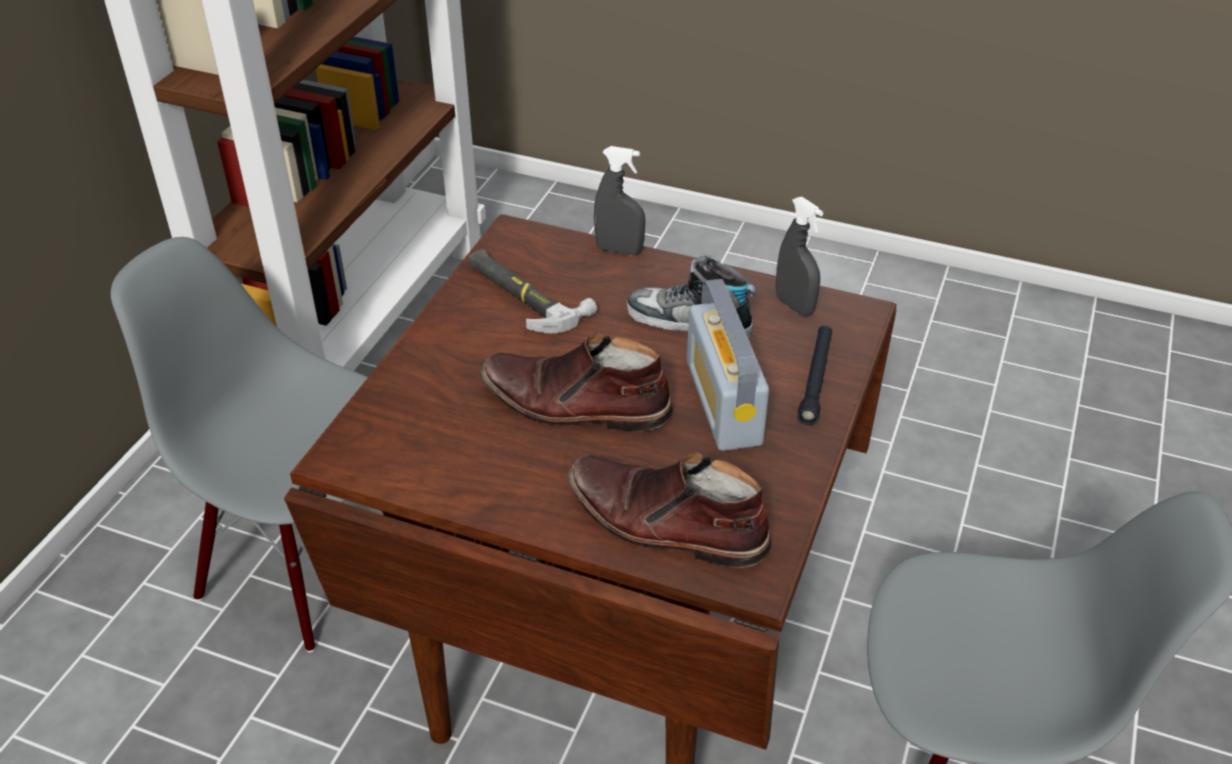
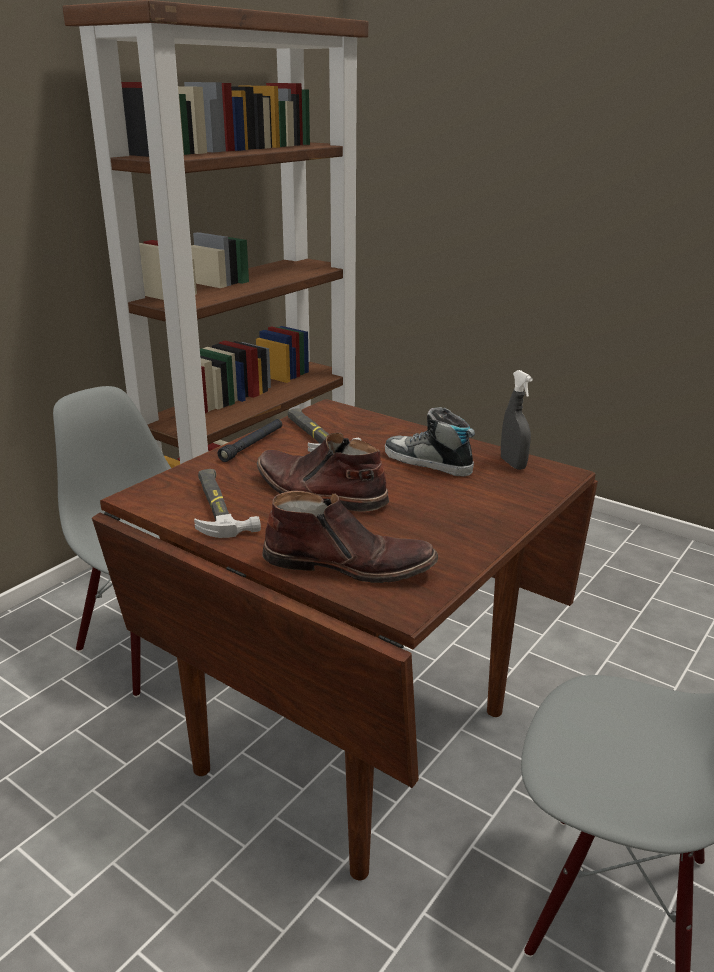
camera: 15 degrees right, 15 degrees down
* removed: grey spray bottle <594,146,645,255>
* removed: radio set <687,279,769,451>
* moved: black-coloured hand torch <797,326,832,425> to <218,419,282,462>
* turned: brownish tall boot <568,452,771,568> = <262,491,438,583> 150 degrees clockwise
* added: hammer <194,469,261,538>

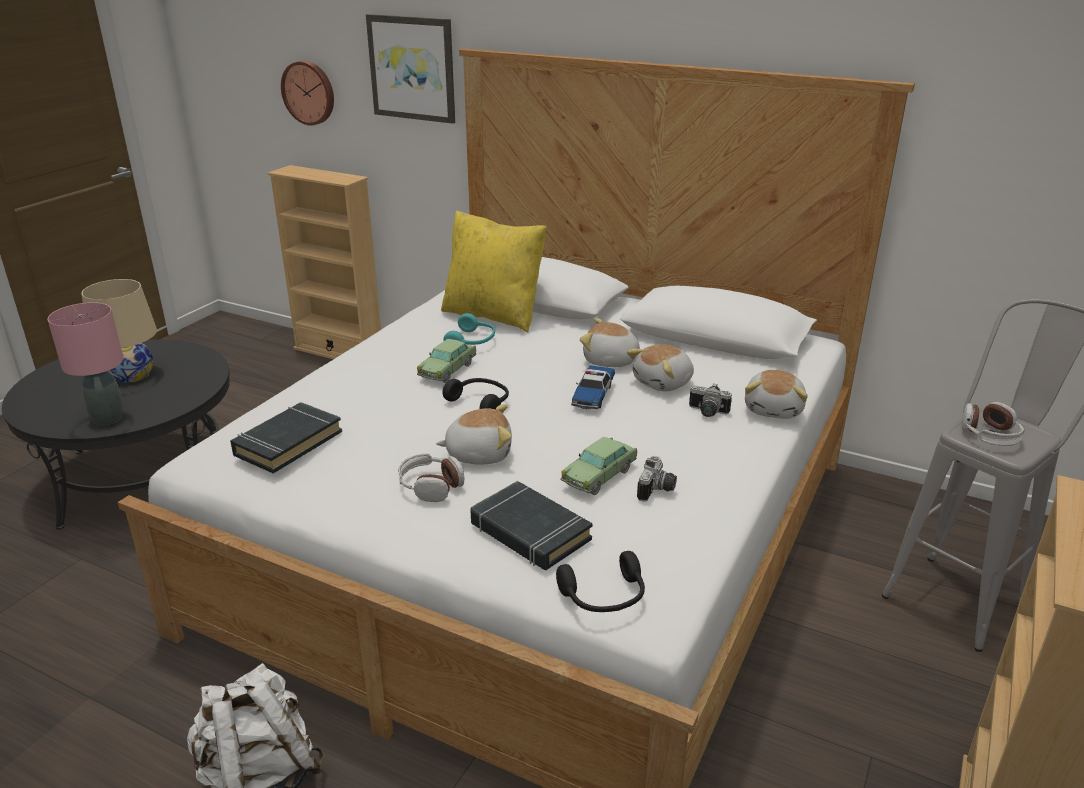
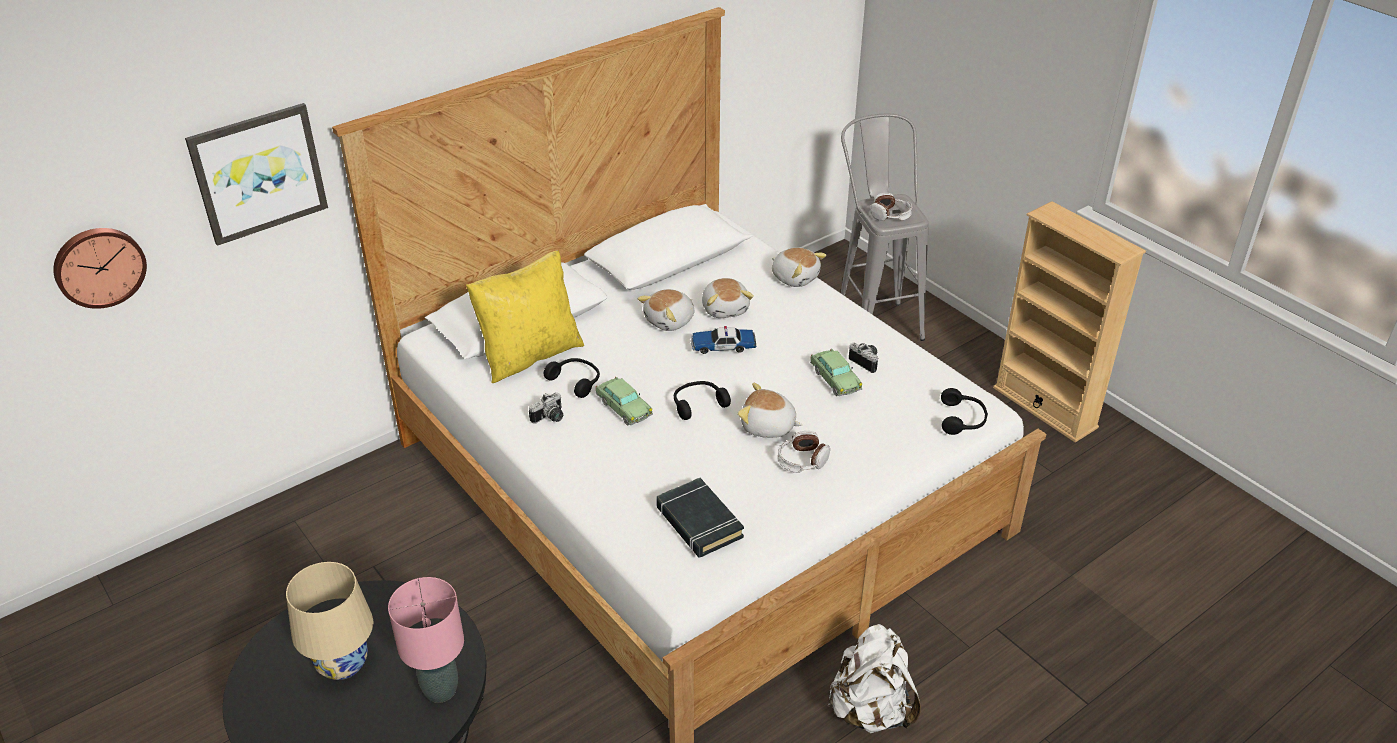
camera: 65 degrees left, 10 degrees up
* removed: sand-coloured shelving unit <268,165,381,359>
* recoloured: turquoise-coloured pair of headphones <443,313,495,345> to black-coloured pair of headphones <544,358,600,398>
* turned: miniature car <571,366,615,409> = <691,326,756,354> 135 degrees clockwise
* moved: photo camera <689,384,732,417> to <529,392,563,424>
* turned: plush toy <436,404,512,465> = <738,383,802,438> 90 degrees counterclockwise
* removed: black-coloured volume <470,481,593,570>

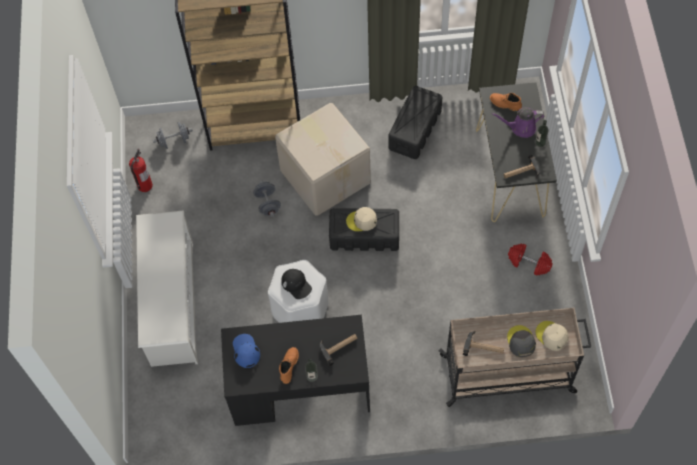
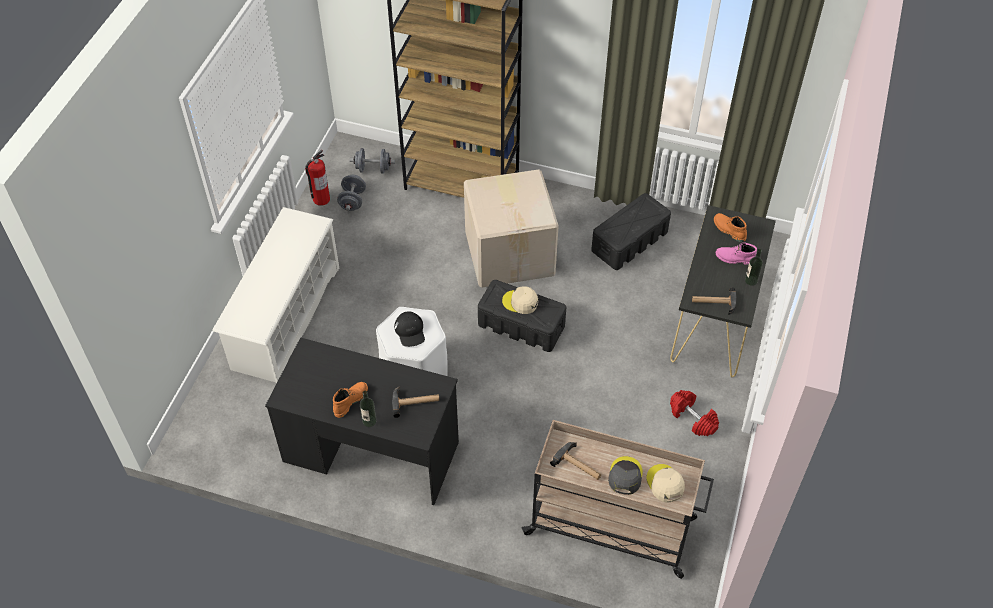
camera: 20 degrees right, 10 degrees down
* replaced: purple-coloured watering pot <492,107,544,138> to pink-coloured tall boot <716,242,757,265>
* moved: grey dumbbell <253,181,281,217> to <337,175,366,211>
* removed: bluish cap <233,334,260,368>

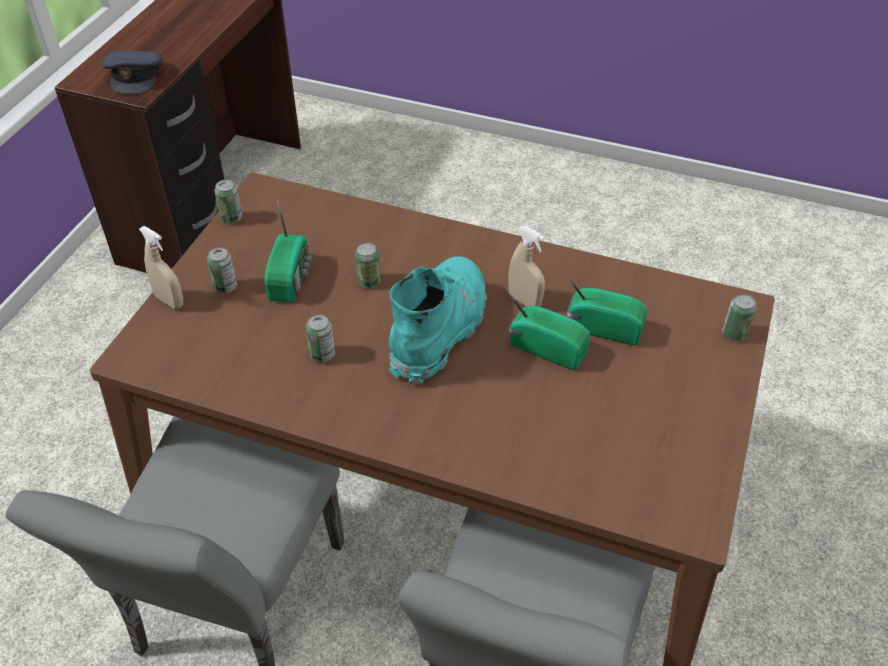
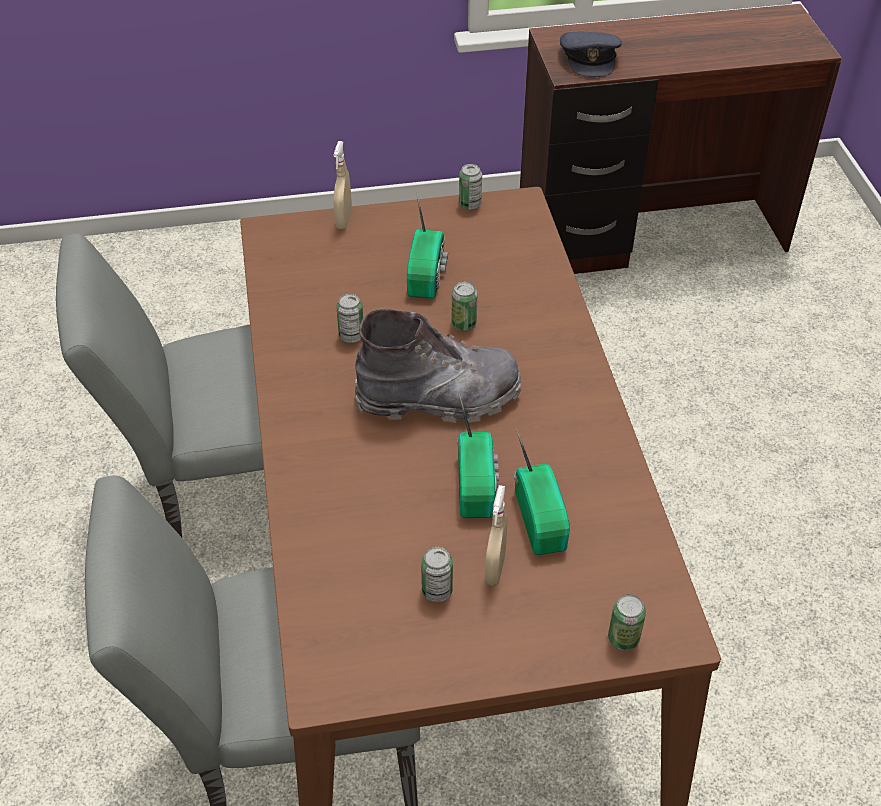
camera: 60 degrees right, 0 degrees up
* turned: grey cap <102,50,162,94> = <560,32,622,77> 60 degrees counterclockwise
* turned: radio set <264,200,312,303> = <407,192,448,299> 60 degrees counterclockwise
* moved: sand-coloured spray bottle <508,226,545,307> to <485,485,507,586>
* moved: metal can <207,247,237,293> to <421,547,453,602>
* recoloured: turquoise-coloured tall boot <389,256,487,384> to grey tall boot <354,309,521,423>

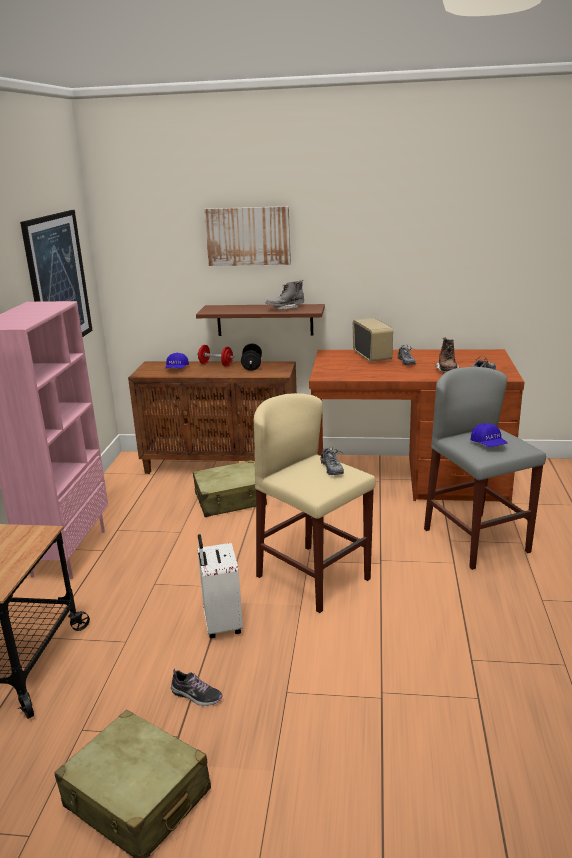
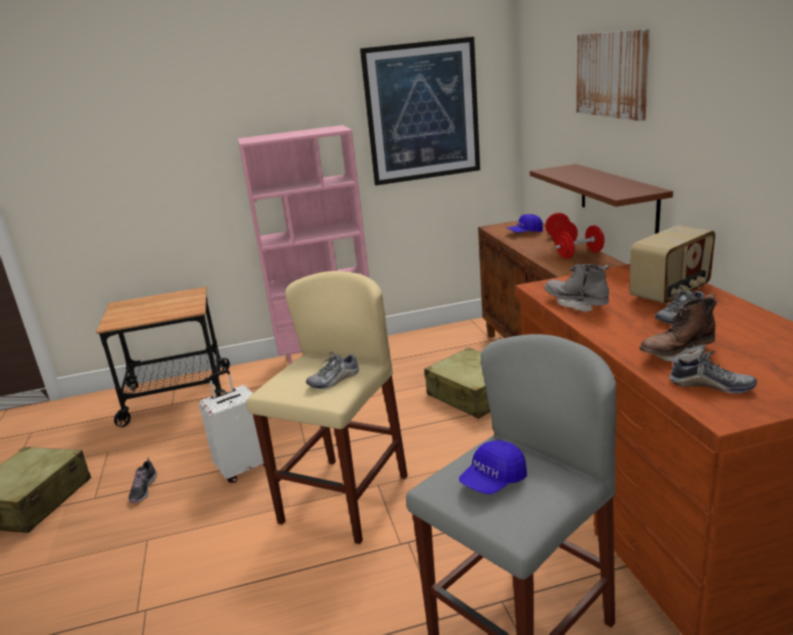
camera: 70 degrees right, 0 degrees up
* moved: grey tall boot <266,280,304,310> to <544,264,609,312>
* recoloured: black-coloured dumbbell <241,343,262,371> to red dumbbell <555,225,605,259>

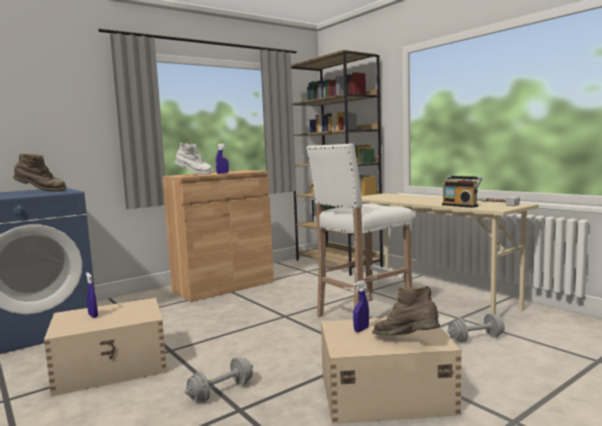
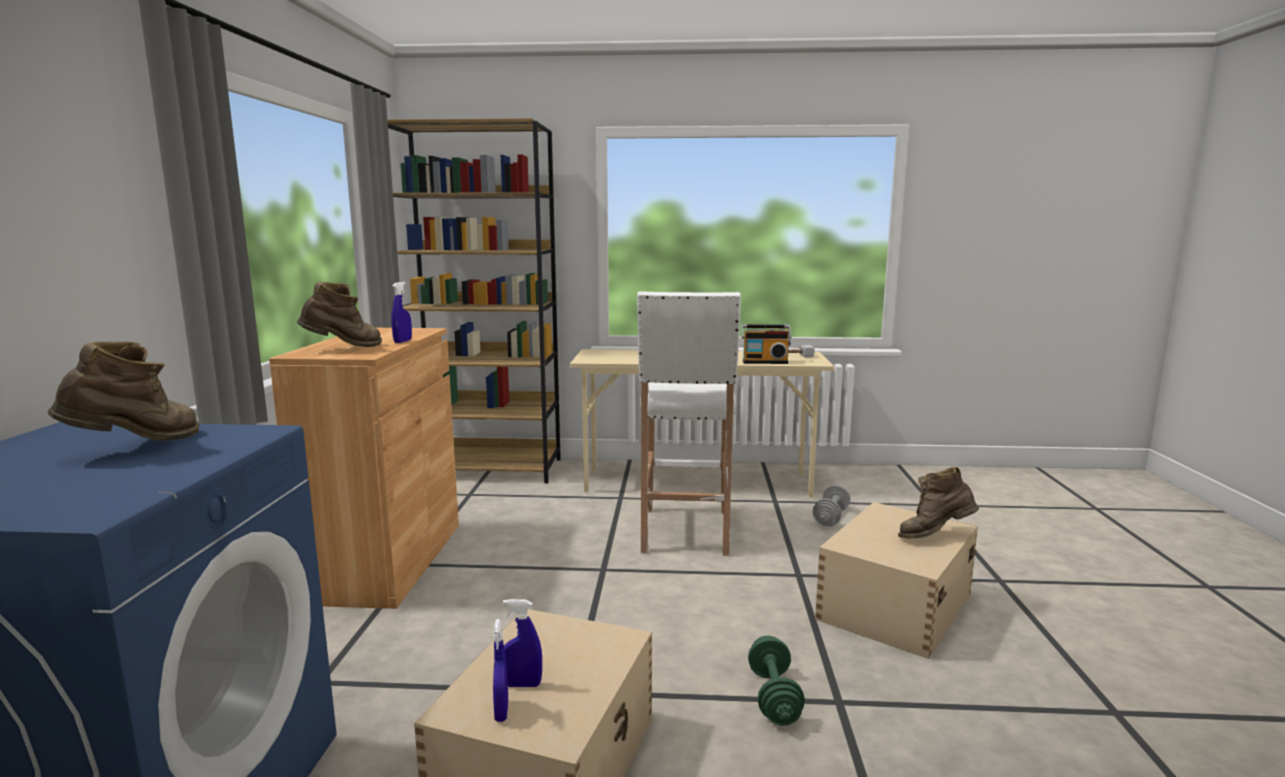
camera: 50 degrees left, 5 degrees up
* recoloured: whitish tall boot <175,143,213,174> to brownish tall boot <297,282,382,347>
* moved: bluish spray bottle <353,280,369,332> to <493,619,508,722>
* recoloured: grey dumbbell <185,357,253,402> to green-coloured dumbbell <748,636,805,726>

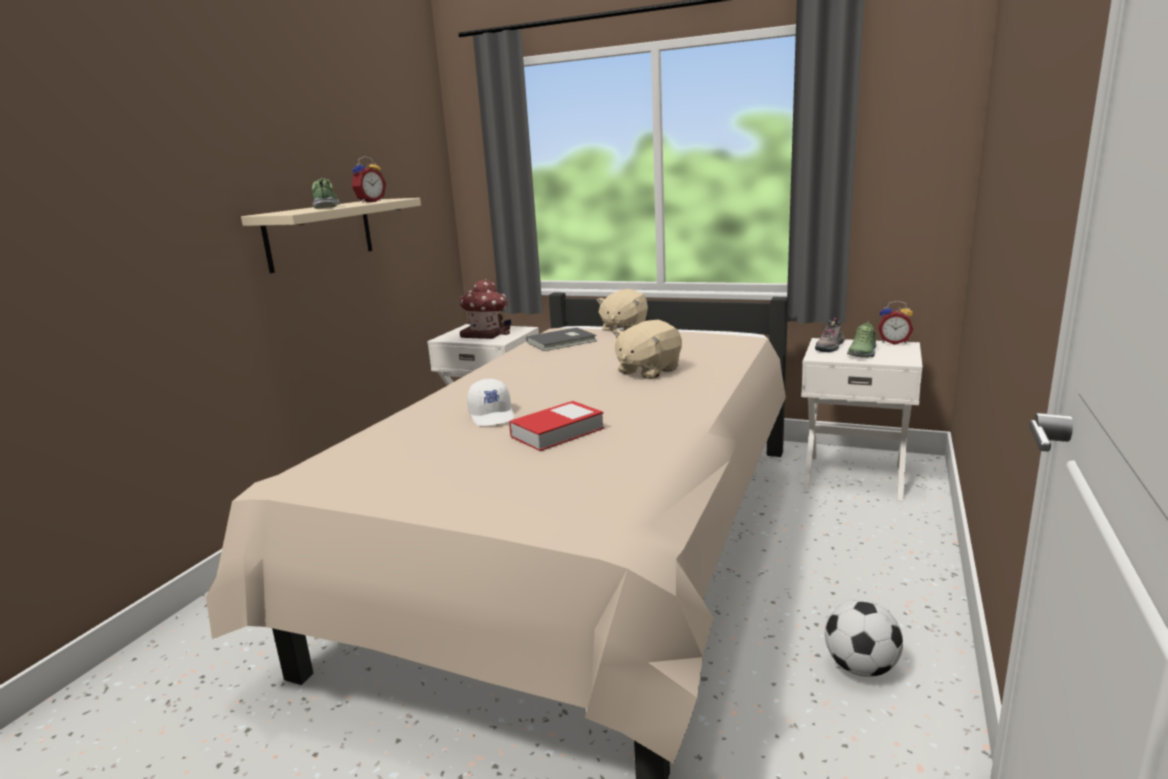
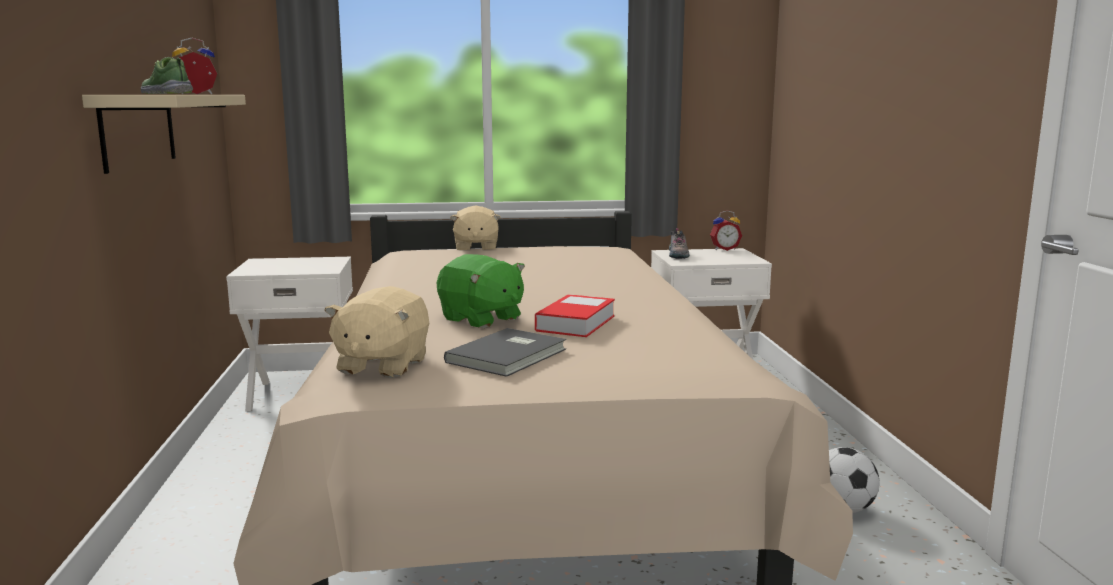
camera: 30 degrees left, 5 degrees down
* turned: alarm clock <352,156,386,203> = <172,38,217,94> 120 degrees counterclockwise
* removed: miniature house <460,279,511,339>
* moved: sand-coloured plush toy <613,320,682,379> to <324,286,429,378>
* removed: item of footwear <847,321,876,358>
* moved: grey volume <526,327,597,351> to <444,328,566,377>
* replaced: whitish cap <467,379,515,426> to green-coloured plush toy <437,254,525,328>

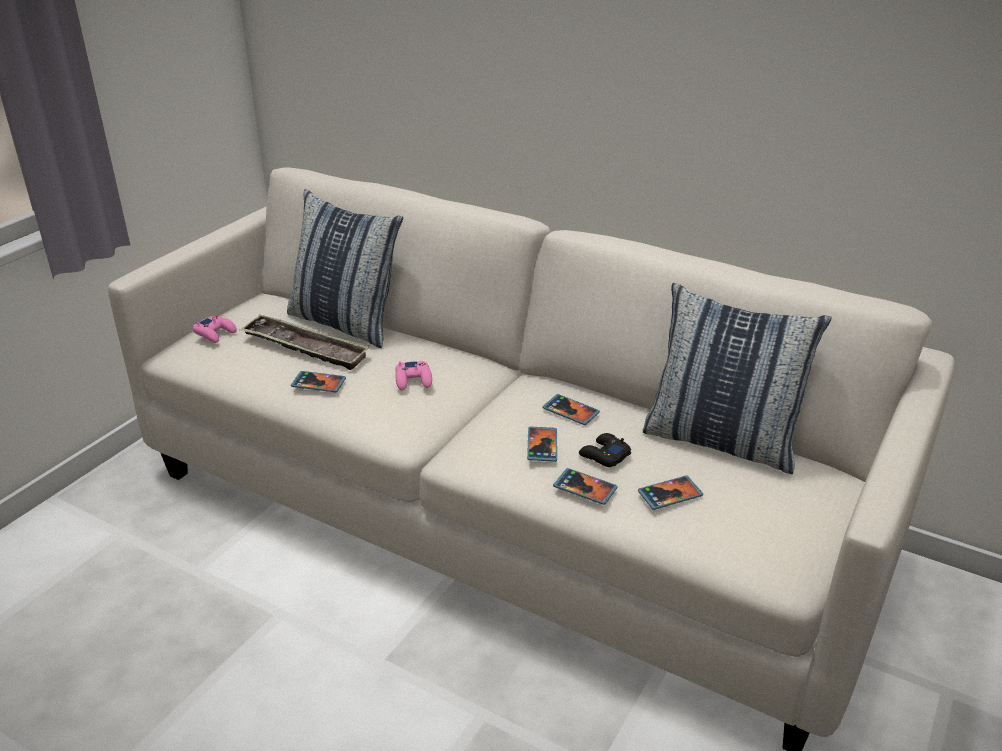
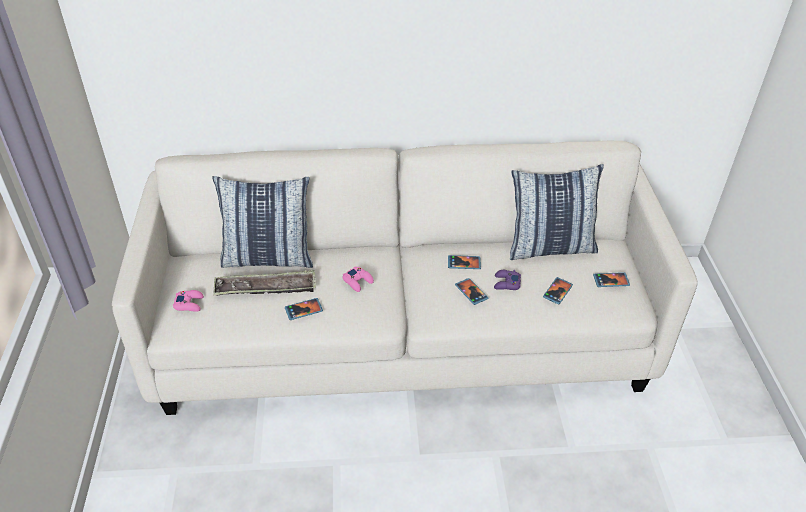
camera: 35 degrees left, 10 degrees up
* recoloured: black-coloured gamepad <579,433,631,467> to purple-coloured gamepad <494,270,521,290>
* moved: handset <553,468,618,505> to <593,272,630,287>

